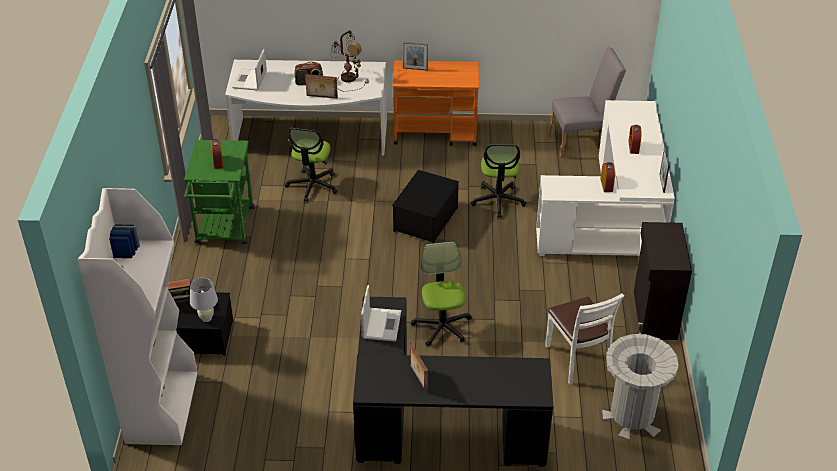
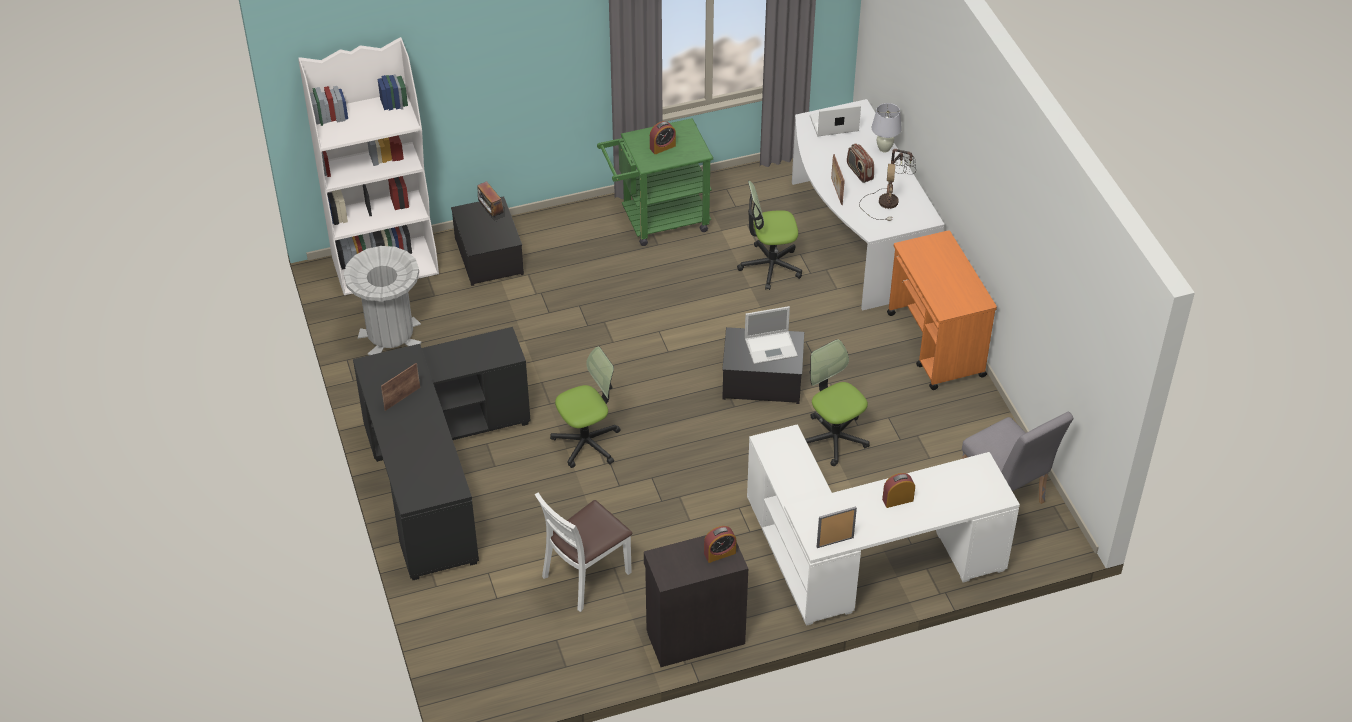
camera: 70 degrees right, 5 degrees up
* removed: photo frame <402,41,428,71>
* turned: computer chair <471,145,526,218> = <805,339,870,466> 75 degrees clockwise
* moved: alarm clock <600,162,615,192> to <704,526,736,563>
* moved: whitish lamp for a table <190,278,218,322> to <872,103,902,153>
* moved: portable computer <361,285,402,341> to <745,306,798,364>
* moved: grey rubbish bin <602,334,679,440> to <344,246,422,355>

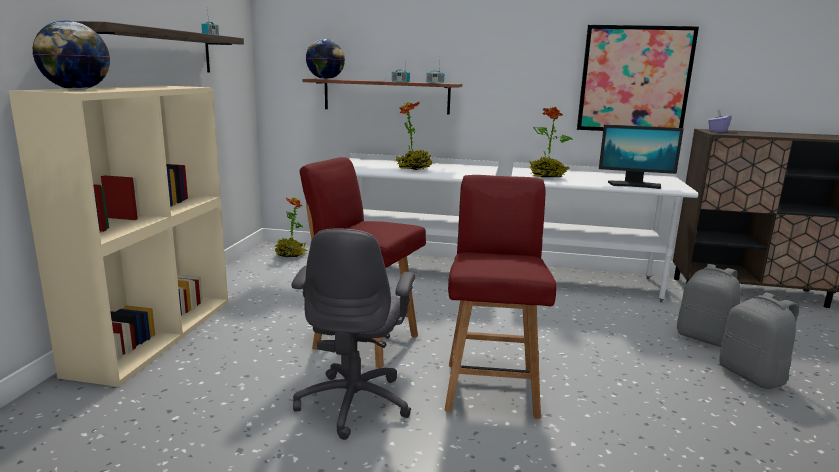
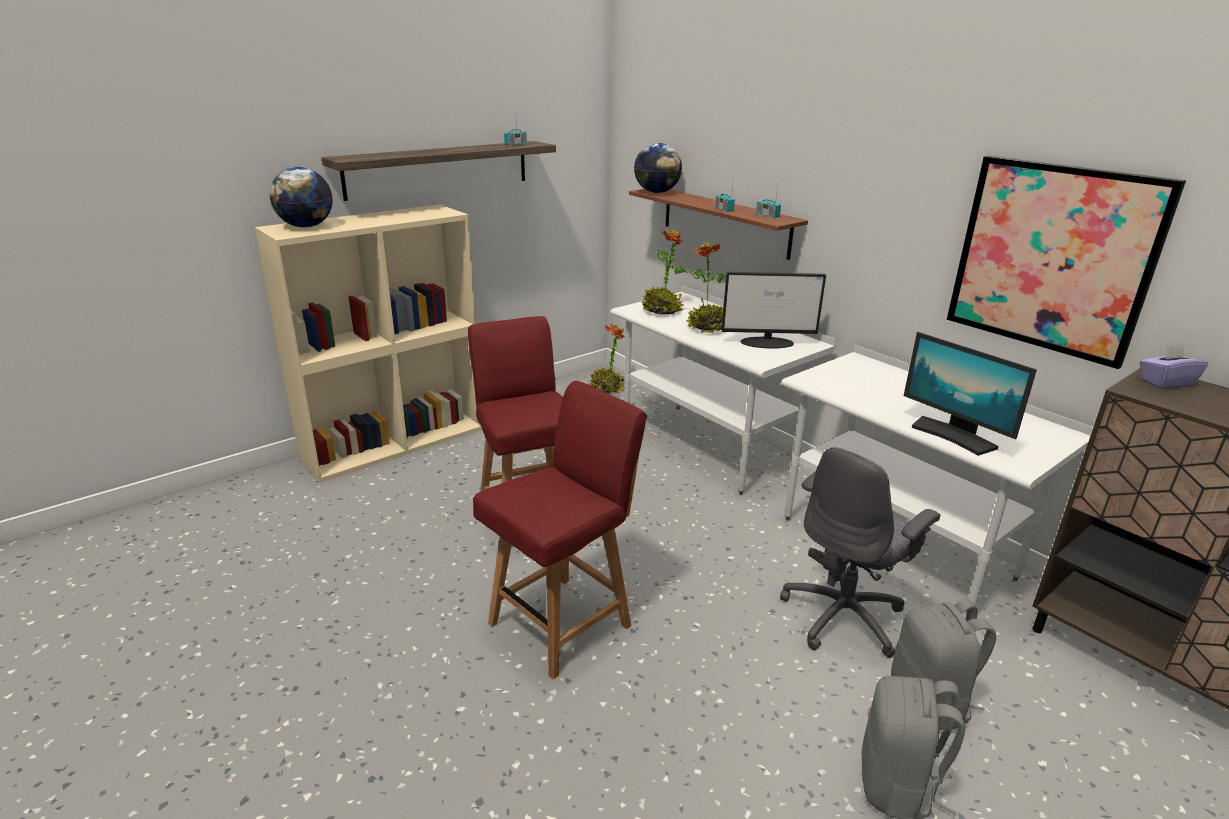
camera: 40 degrees right, 10 degrees up
* moved: plant in a pot <529,107,573,177> to <642,230,687,314>
* moved: grey computer chair <292,228,415,440> to <780,447,940,658>
* added: computer display <721,272,826,348>

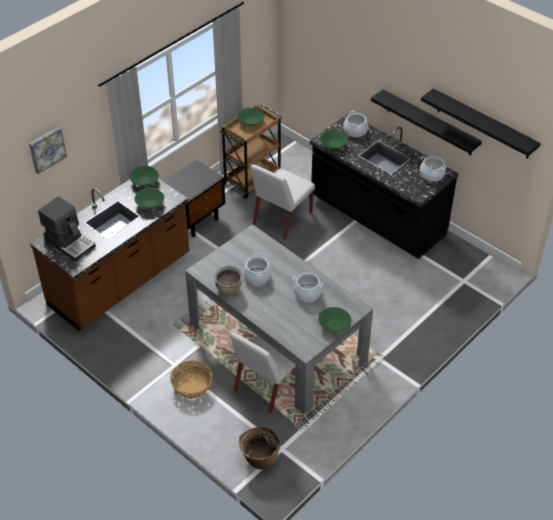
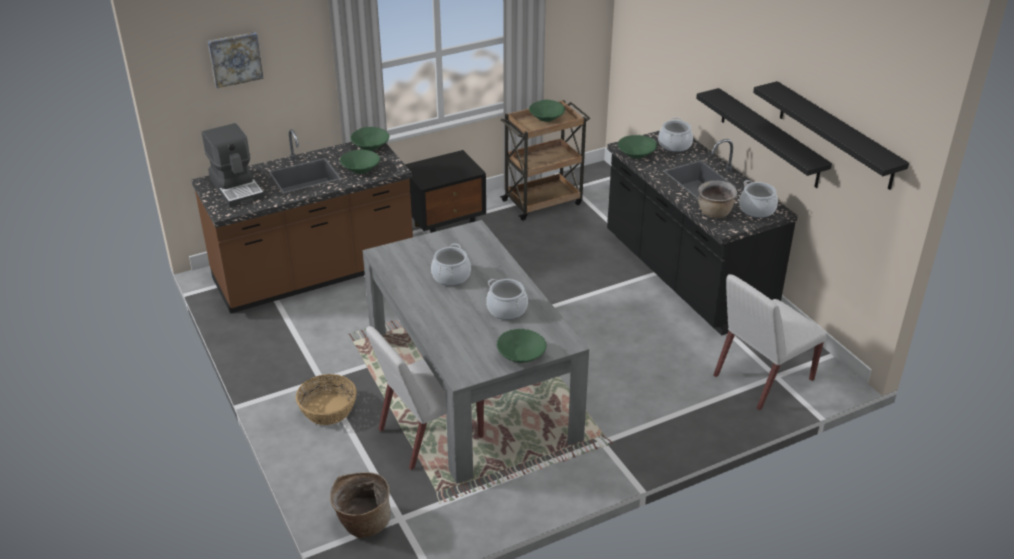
camera: 20 degrees right, 10 degrees down
* moved: whitish plain chair <251,164,315,240> to <713,274,827,410>
* moved: brownish saucepot <214,265,243,295> to <698,181,737,218>

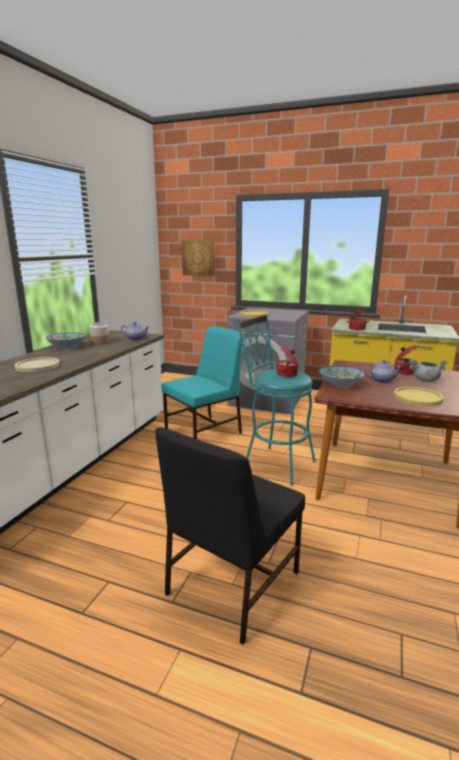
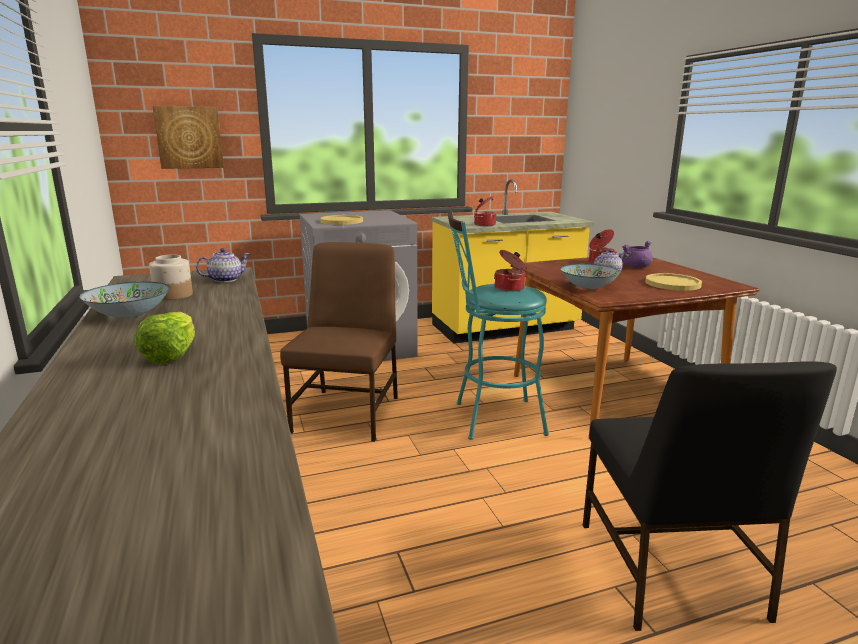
camera: 40 degrees left, 0 degrees up
* recoloured: turquoise-coloured plain chair <162,326,243,439> to brownish plain chair <280,242,398,441>
* replaced: sand-coloured flat dish <15,357,60,372> to lettuce head <134,312,195,364>
* recoloured: grey saucepot <409,359,448,382> to purple-coloured saucepot <622,241,653,268>

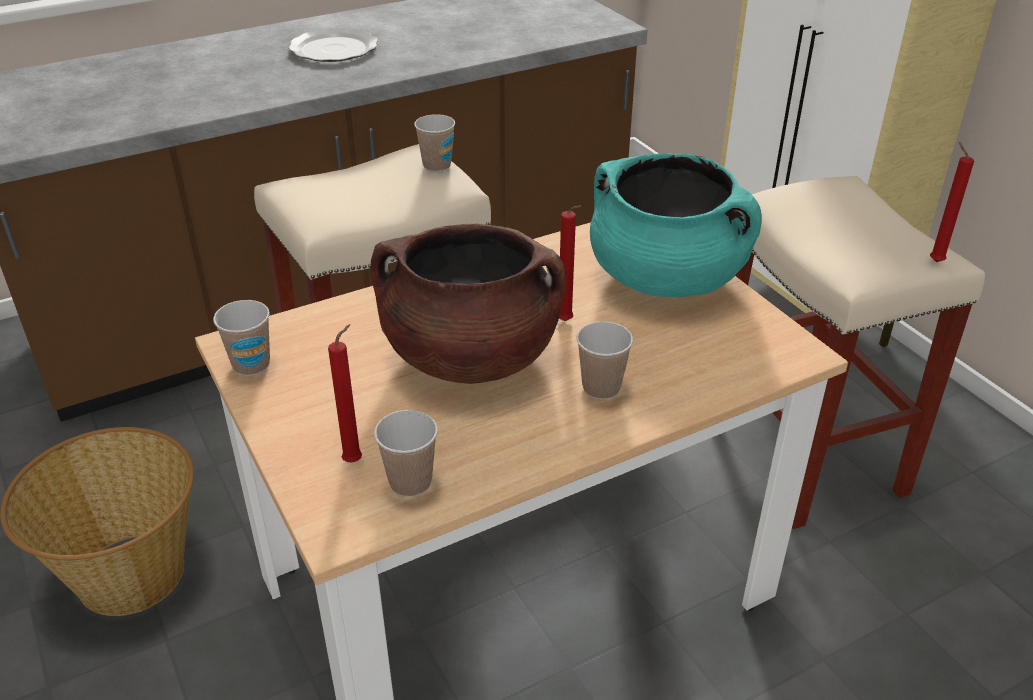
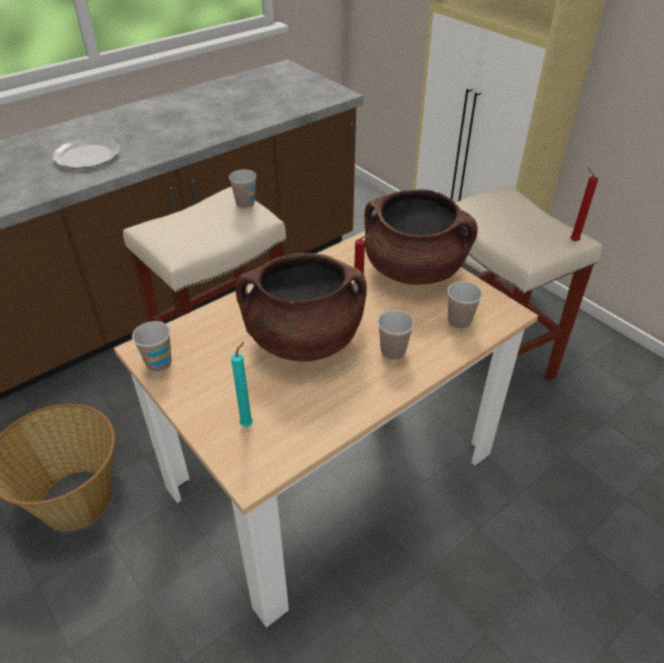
camera: 10 degrees left, 5 degrees up
* moved: flat dish <289,28,378,62> to <52,137,120,169>
* recoloured: turquoise-coloured saucepot <590,153,762,297> to brownish saucepot <365,189,477,285>
* recoloured: red candle <328,324,362,462> to turquoise-coloured candle <231,342,253,427>
* moved: cup <374,410,438,497> to <447,281,483,329>

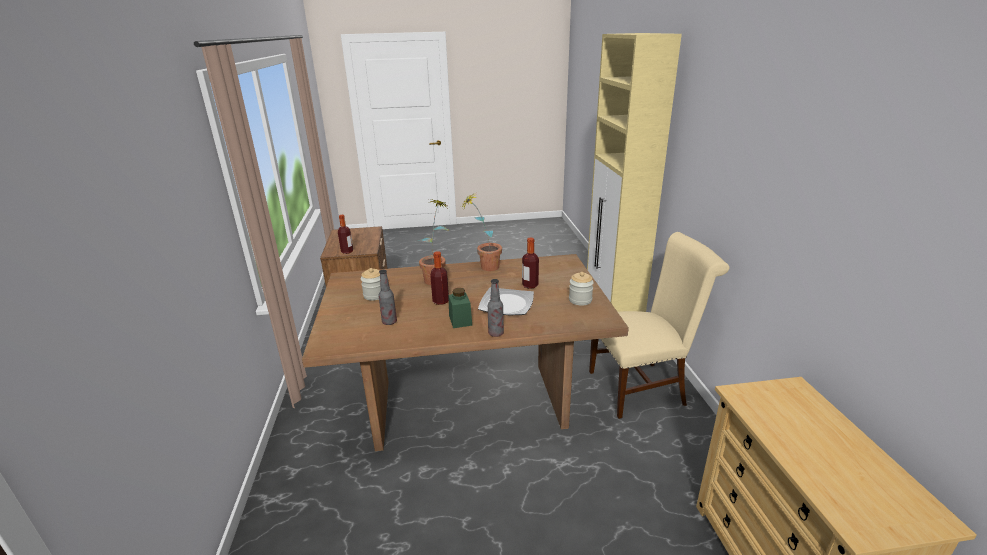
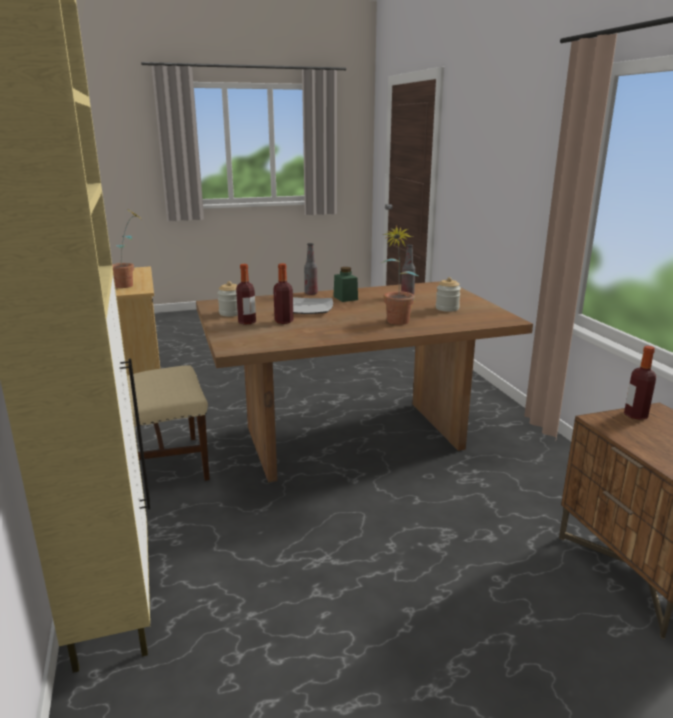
camera: 170 degrees right, 5 degrees down
* moved: plant in a pot <461,193,502,271> to <112,210,143,288>
* moved: drink bottle <430,251,449,305> to <236,264,256,325>

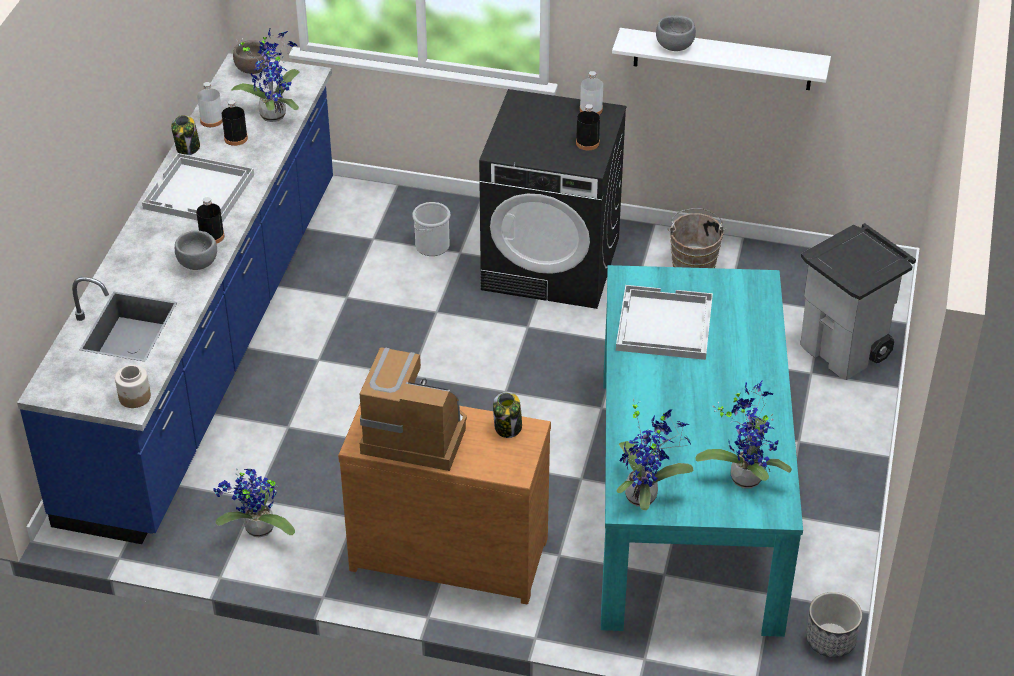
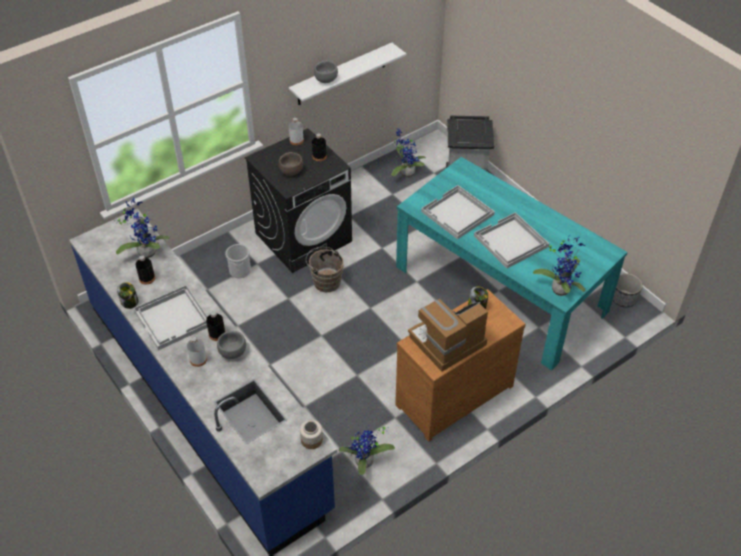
camera: 50 degrees left, 5 degrees up
* moved: brownish bowl <233,40,271,74> to <279,152,303,176>
* moved: whitish drink bottle <197,82,223,127> to <187,337,207,367>
* moved: brownish bucket <668,208,727,268> to <306,247,344,292>
* moved: plant in a pot <696,381,792,488> to <391,128,426,177>
* added: whitish tray <474,212,549,268>

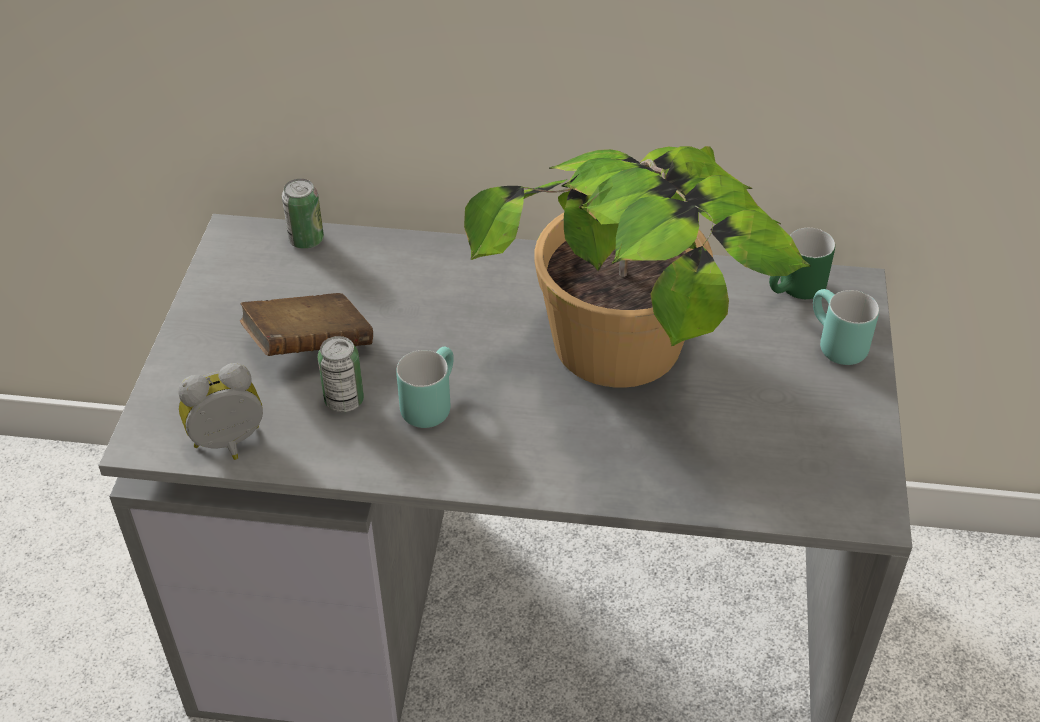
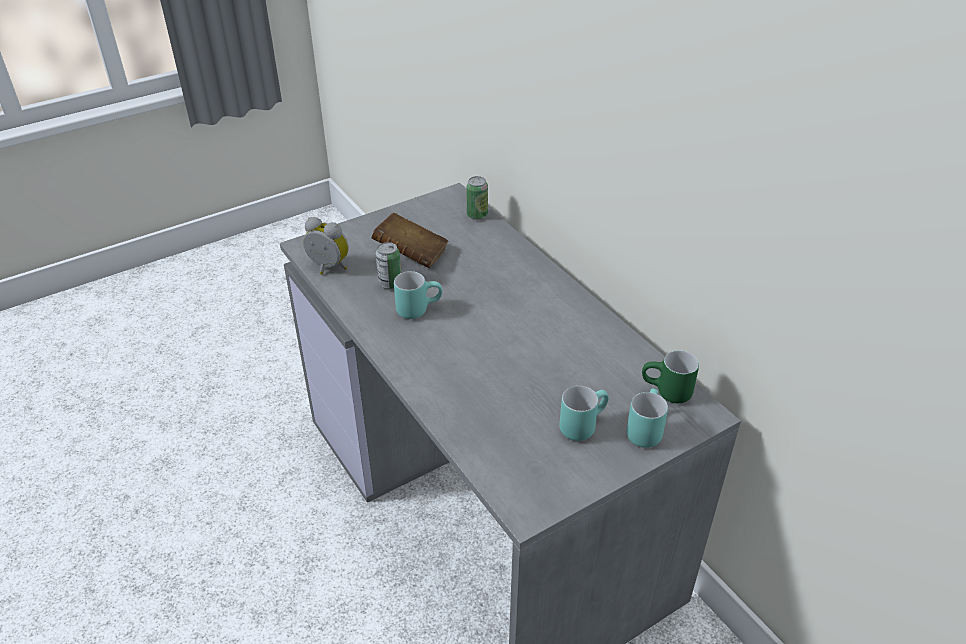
camera: 50 degrees right, 5 degrees down
* removed: plant in a pot <464,146,810,388>
* added: turquoise-coloured coffee mug <559,386,609,441>

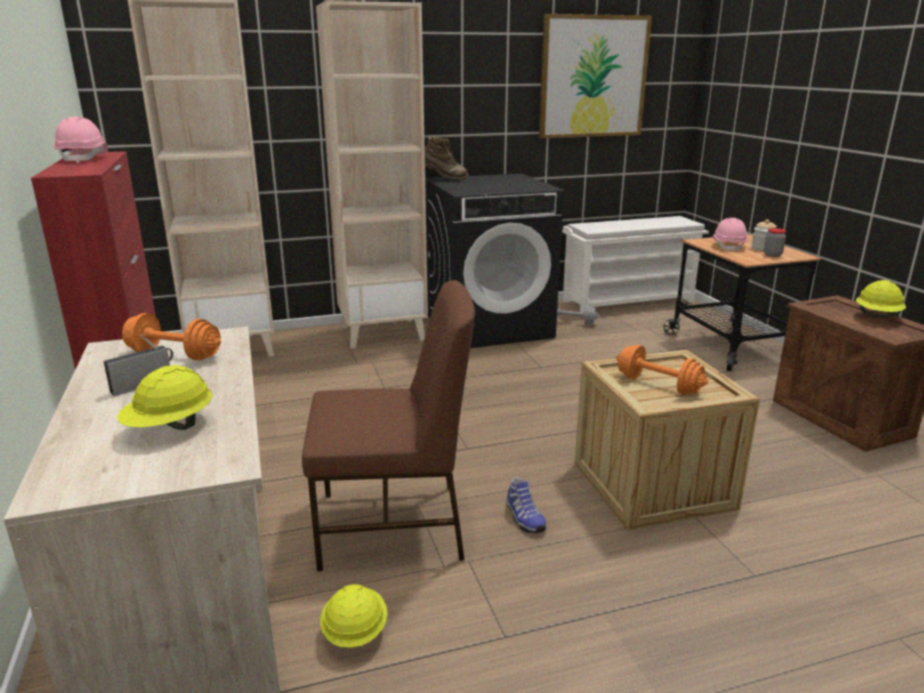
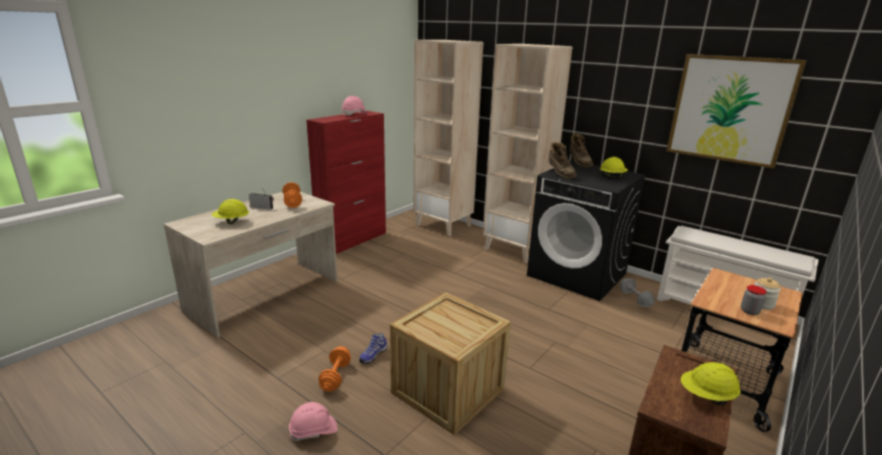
camera: 55 degrees right, 0 degrees up
* moved: pink-coloured safety helmet <713,218,748,252> to <289,402,337,441>
* removed: brownish plain chair <302,280,475,571>
* moved: orange dumbbell <616,345,708,395> to <319,346,351,392>
* moved: yellow safety helmet <320,584,387,648> to <600,157,628,178>
* added: brownish tall boot <549,142,577,179>

